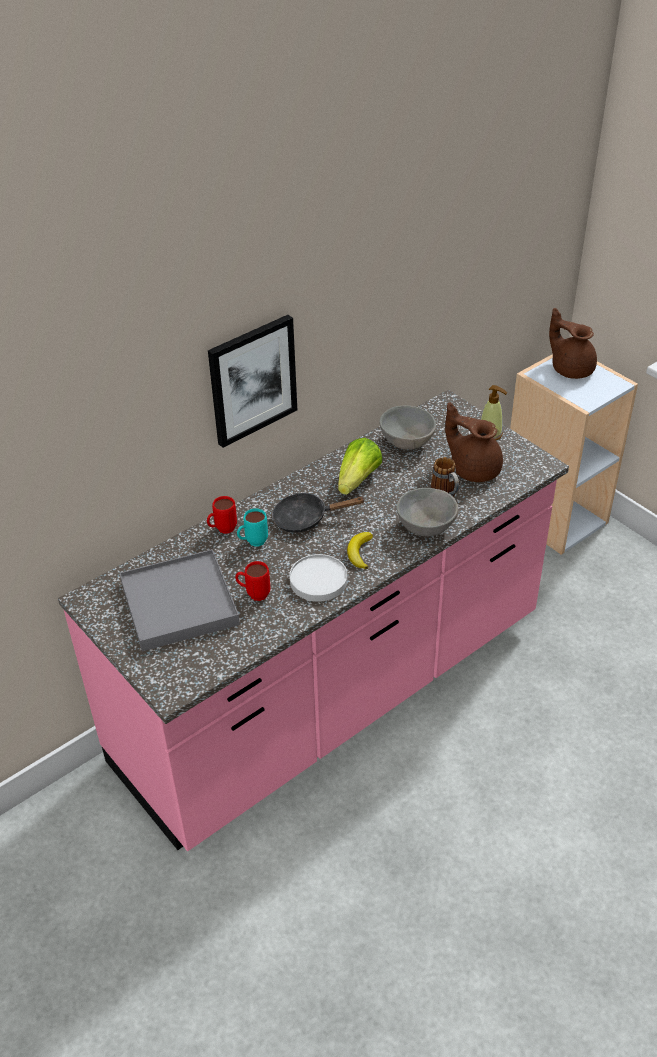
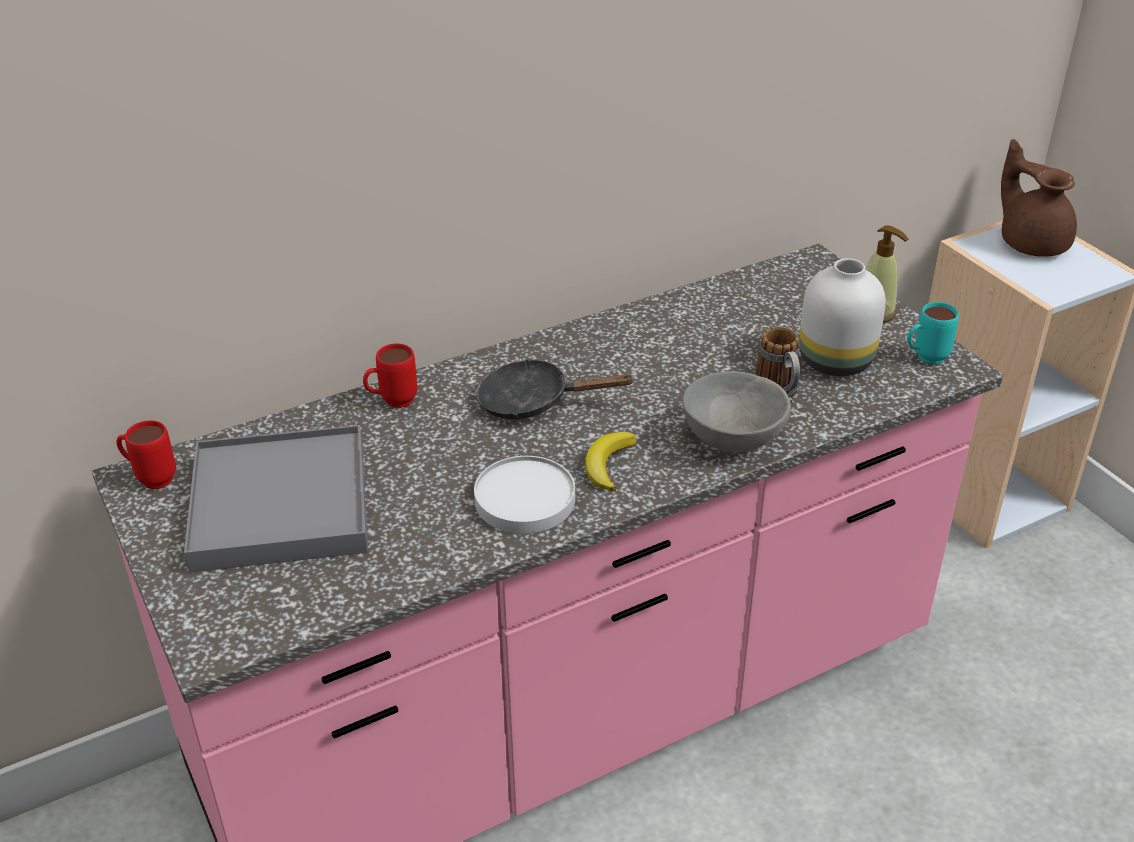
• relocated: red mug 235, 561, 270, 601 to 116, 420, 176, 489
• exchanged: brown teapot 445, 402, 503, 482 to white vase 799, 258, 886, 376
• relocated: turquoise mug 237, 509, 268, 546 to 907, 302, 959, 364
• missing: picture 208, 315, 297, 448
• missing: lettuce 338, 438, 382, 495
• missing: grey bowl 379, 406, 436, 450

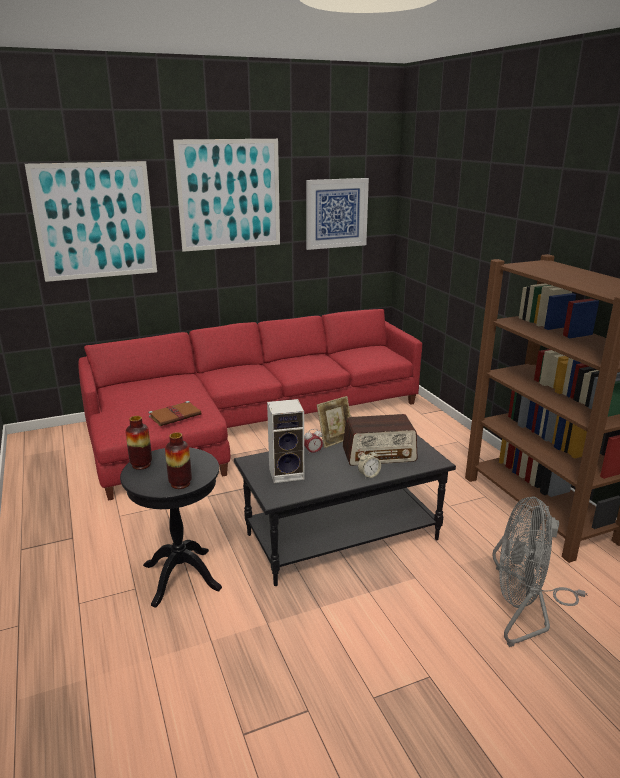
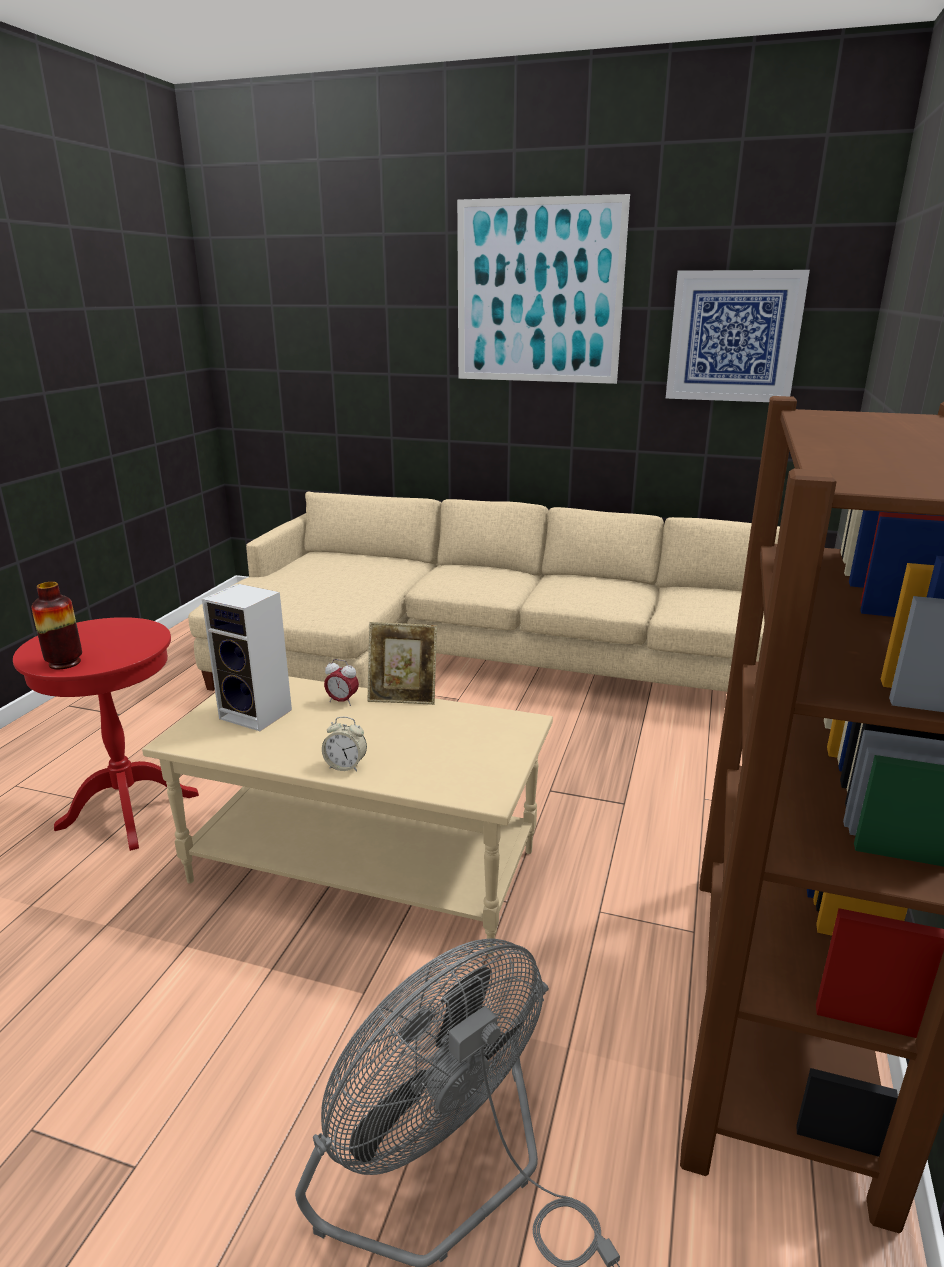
• colour: black side table 120, 447, 222, 608 to red side table 13, 617, 199, 851
• colour: black coffee table 234, 435, 456, 586 to beige coffee table 142, 676, 553, 956
• colour: red sofa 78, 309, 422, 501 to beige sofa 188, 492, 780, 692
• missing: picture 25, 161, 157, 282
• missing: vase 125, 416, 152, 470
• missing: brown book 148, 401, 201, 426
• missing: radio 343, 414, 418, 466

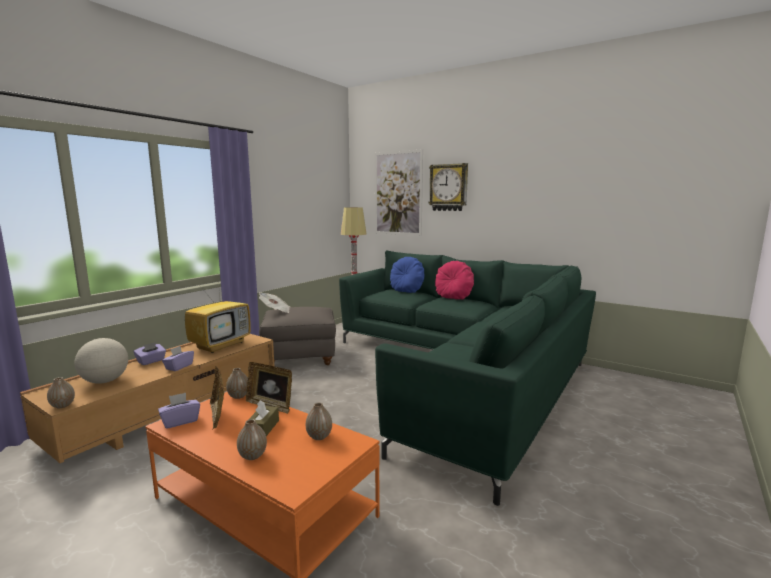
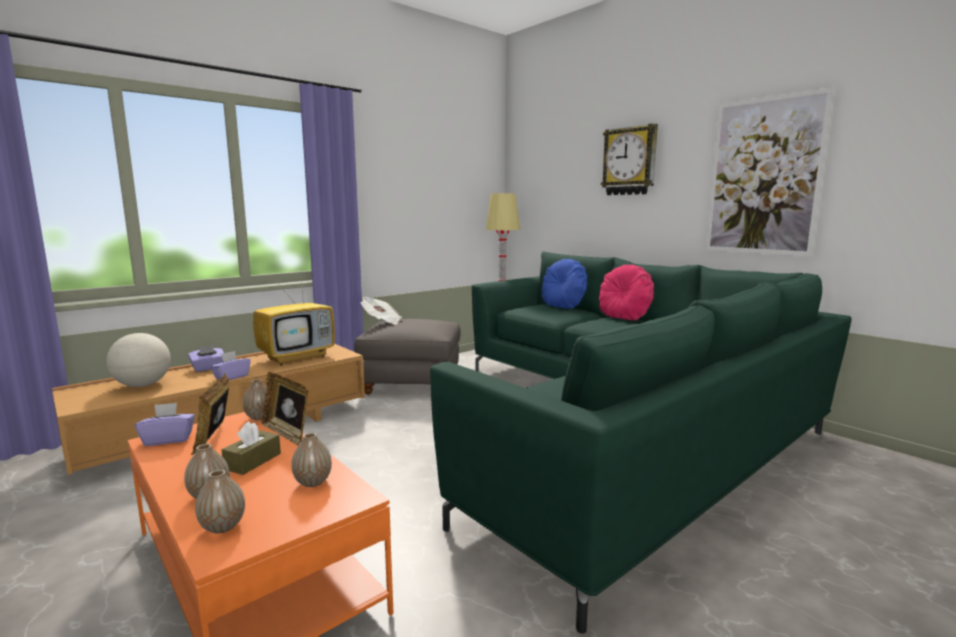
• relocated: vase 47, 377, 75, 408 to 195, 470, 245, 534
• relocated: picture 375, 149, 423, 236 to 705, 87, 835, 257

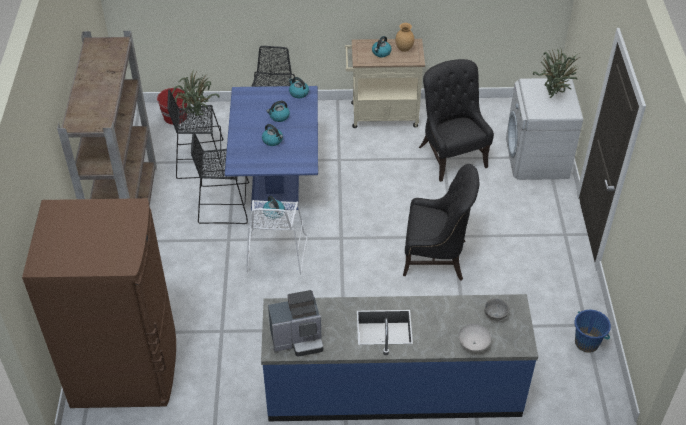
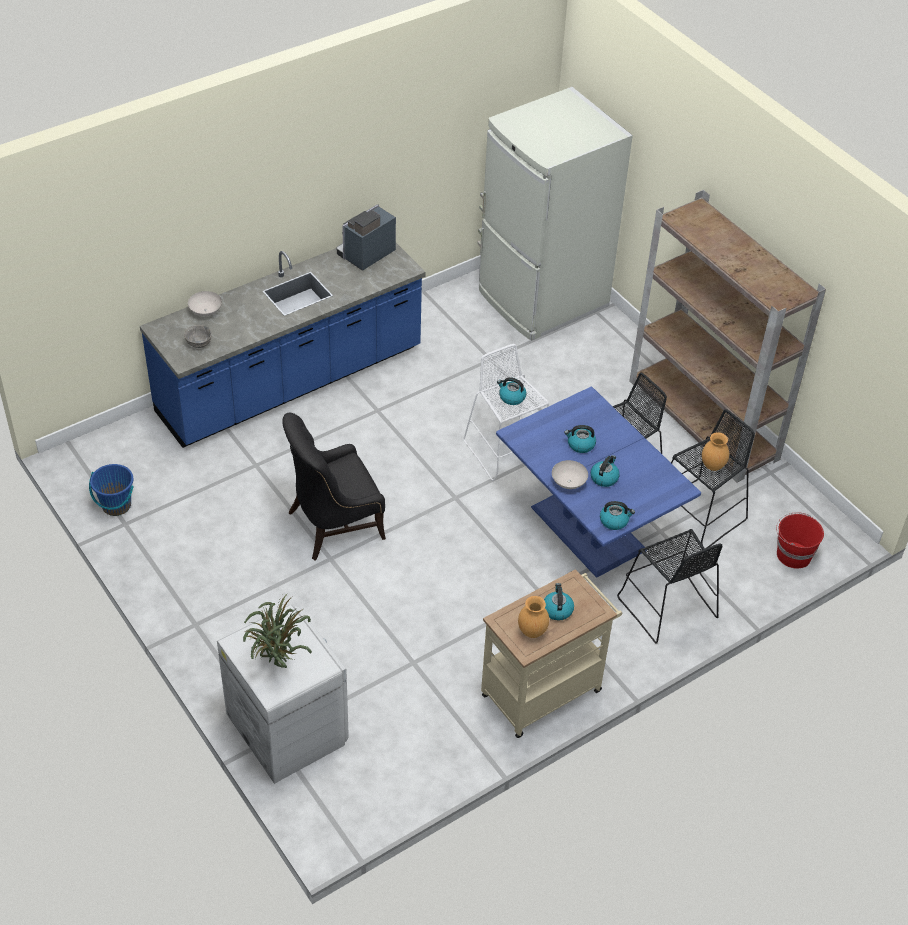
• colour: brown fridge 22, 198, 176, 408 to white fridge 477, 87, 633, 340
• appeared: white bowl 552, 460, 588, 489
• exchanged: potted plant 172, 70, 220, 116 to brown vase 702, 432, 729, 471
• missing: black chair 419, 59, 494, 182

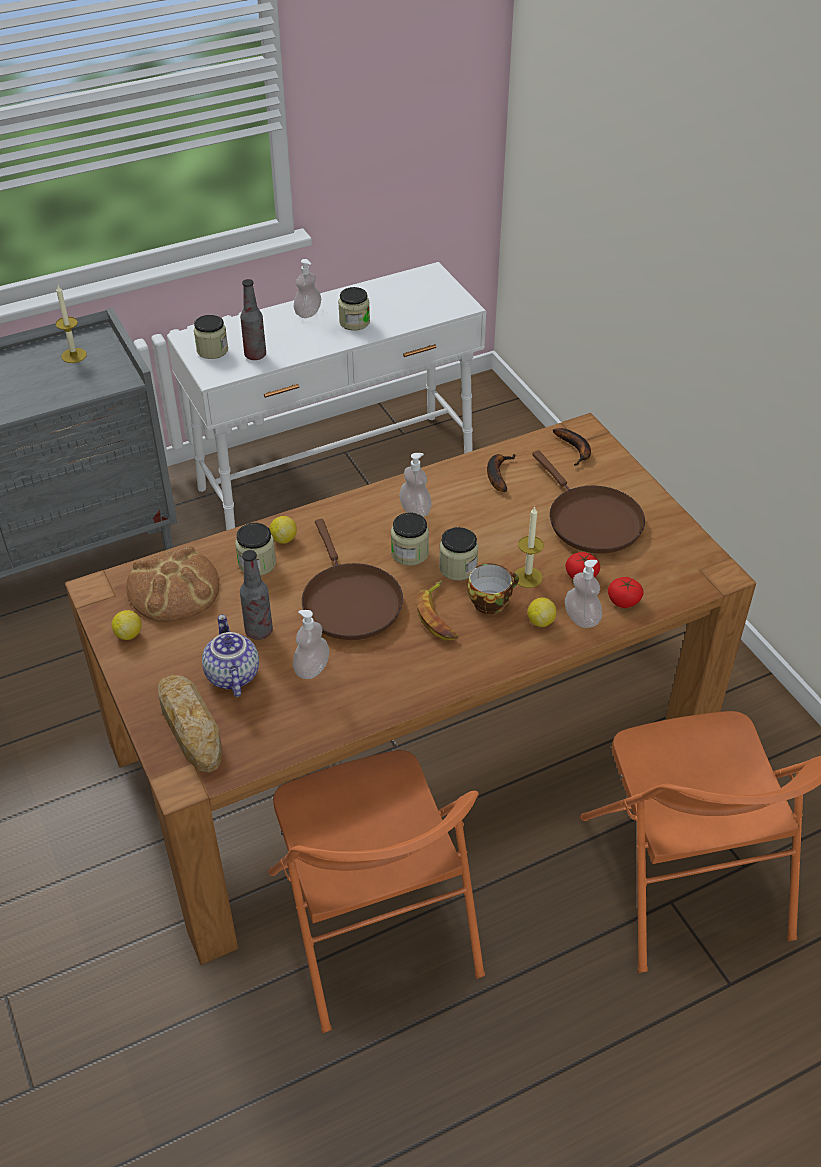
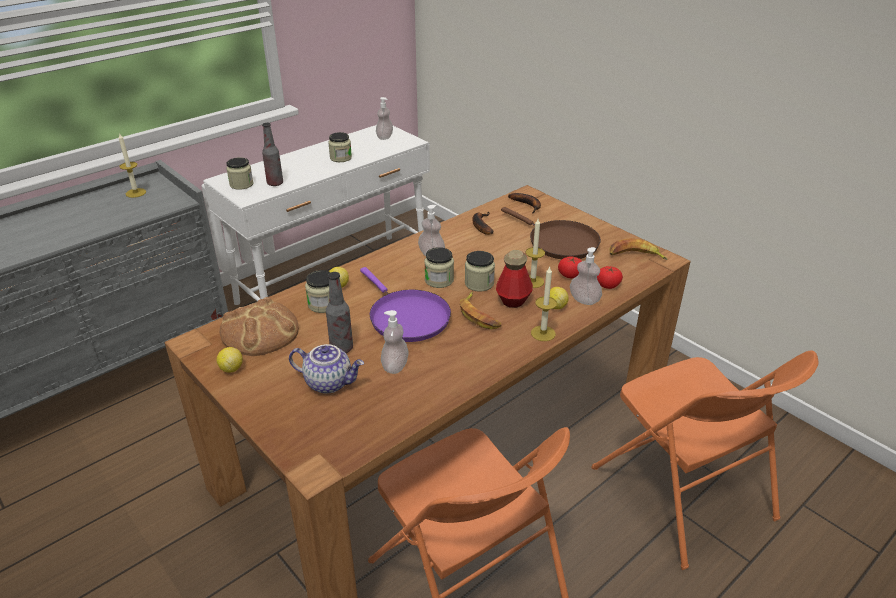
• spun: teapot 202, 615, 259, 697 = 289, 344, 364, 394 135 degrees clockwise
• colour: brown frying pan 302, 519, 403, 640 to purple frying pan 360, 267, 451, 342
• relocated: soap dispenser 294, 259, 321, 318 to 376, 97, 393, 140
• exchanged: cup 468, 563, 519, 614 to bottle 496, 250, 533, 308
• appeared: candle 531, 267, 557, 341
• appeared: banana 609, 238, 668, 260
• missing: bread 158, 675, 221, 772

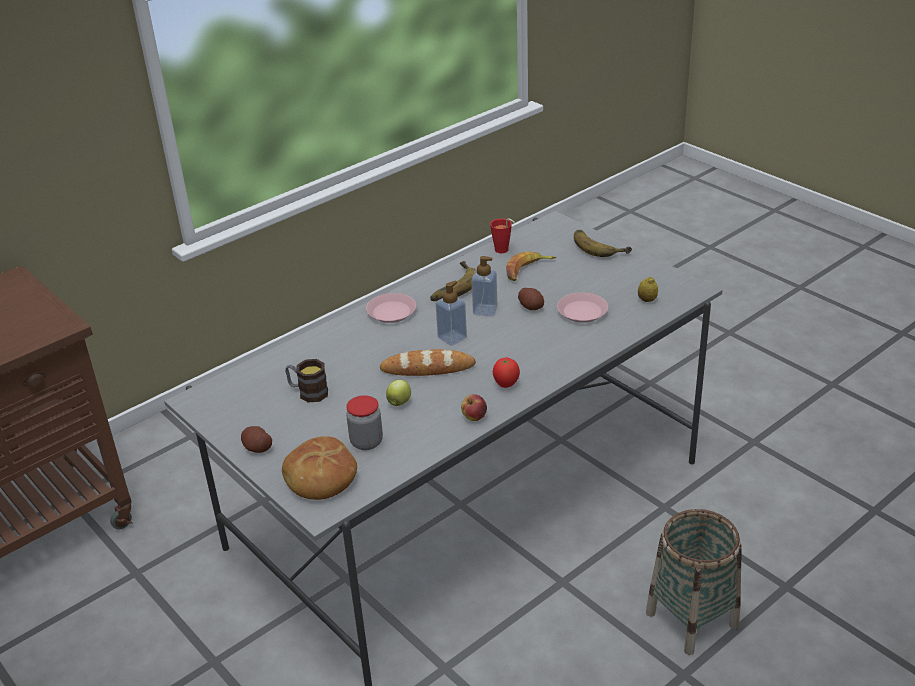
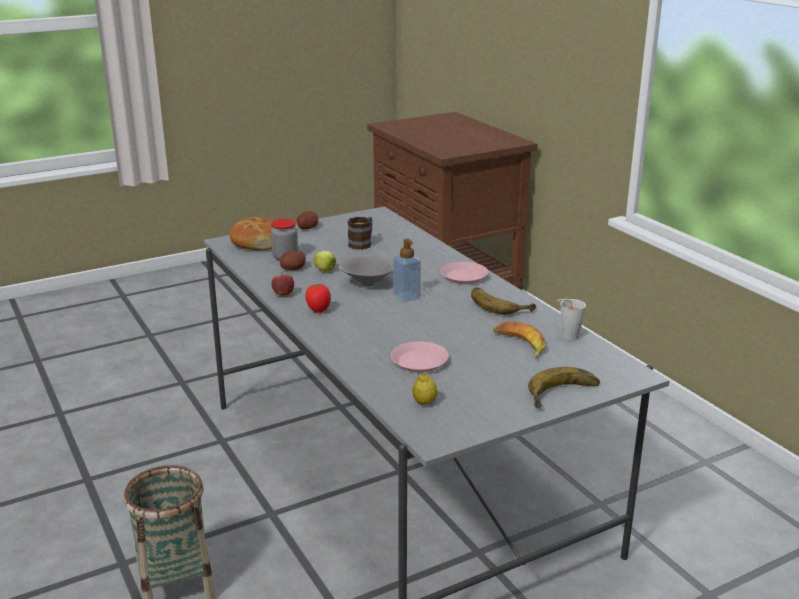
• relocated: potato 518, 288, 544, 310 to 280, 250, 306, 270
• exchanged: bread 380, 349, 476, 376 to grey bowl 338, 255, 393, 286
• colour: red cup 490, 219, 515, 253 to grey cup 558, 299, 586, 340
• missing: soap dispenser 471, 256, 498, 316

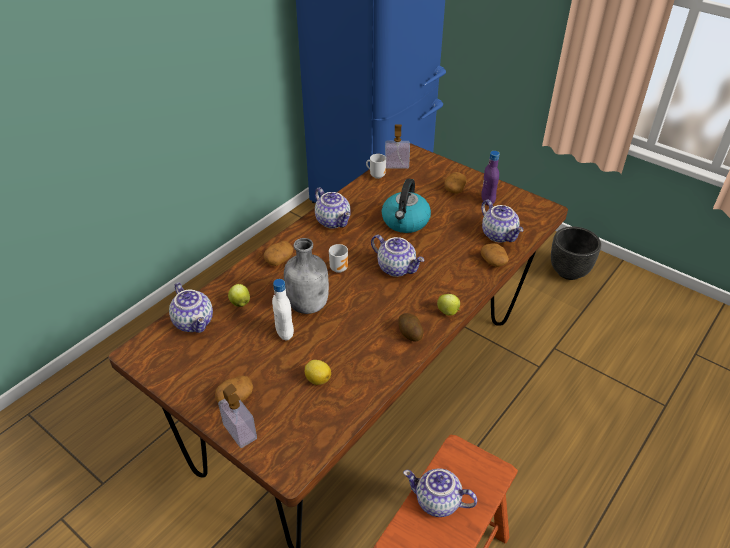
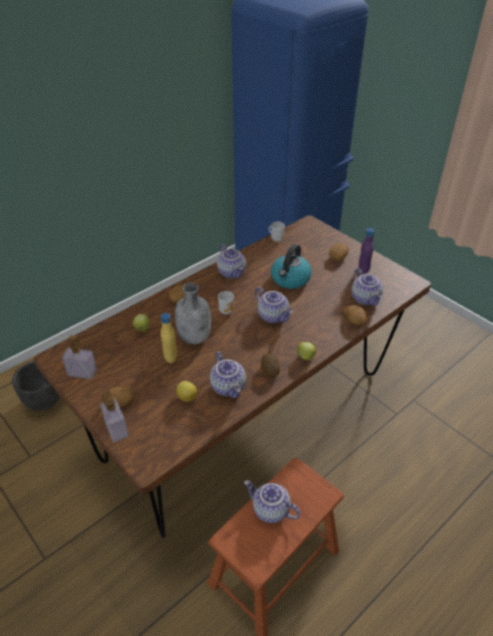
• relocated: black planter 551, 226, 601, 280 to 12, 361, 60, 411
• relocated: soap dispenser 385, 125, 410, 169 to 62, 335, 97, 379
• colour: white bottle 272, 279, 294, 340 to yellow bottle 161, 313, 177, 363
• relocated: teapot 169, 282, 213, 333 to 210, 352, 246, 398

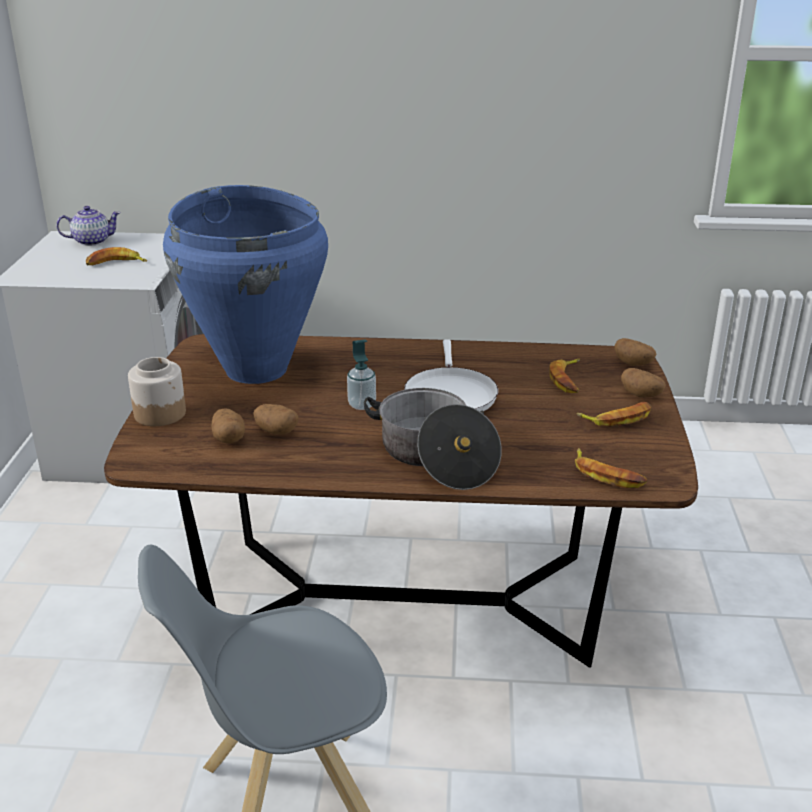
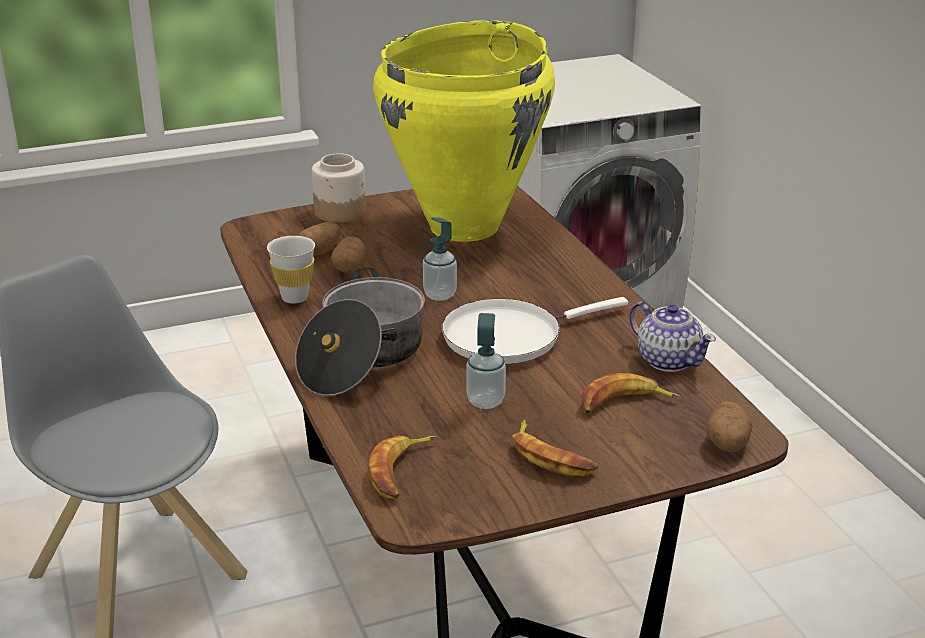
• appeared: white cup 267, 236, 315, 304
• colour: blue vase 163, 185, 328, 384 to yellow vase 373, 20, 555, 242
• appeared: soap dispenser 466, 313, 506, 409
• relocated: teapot 56, 206, 121, 246 to 629, 302, 716, 372
• missing: banana 86, 247, 147, 265
• missing: potato 621, 368, 666, 398

